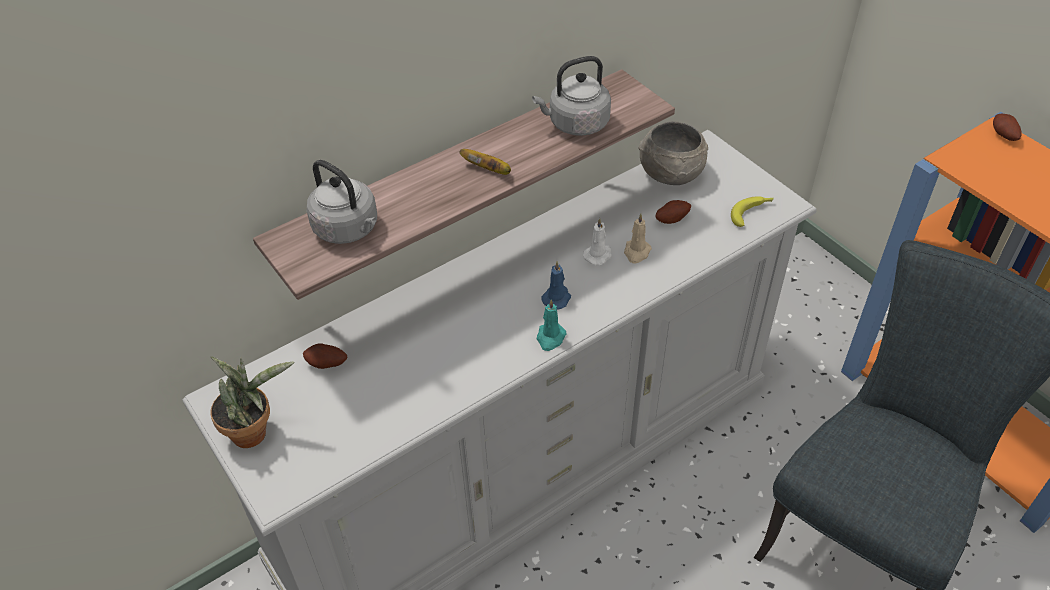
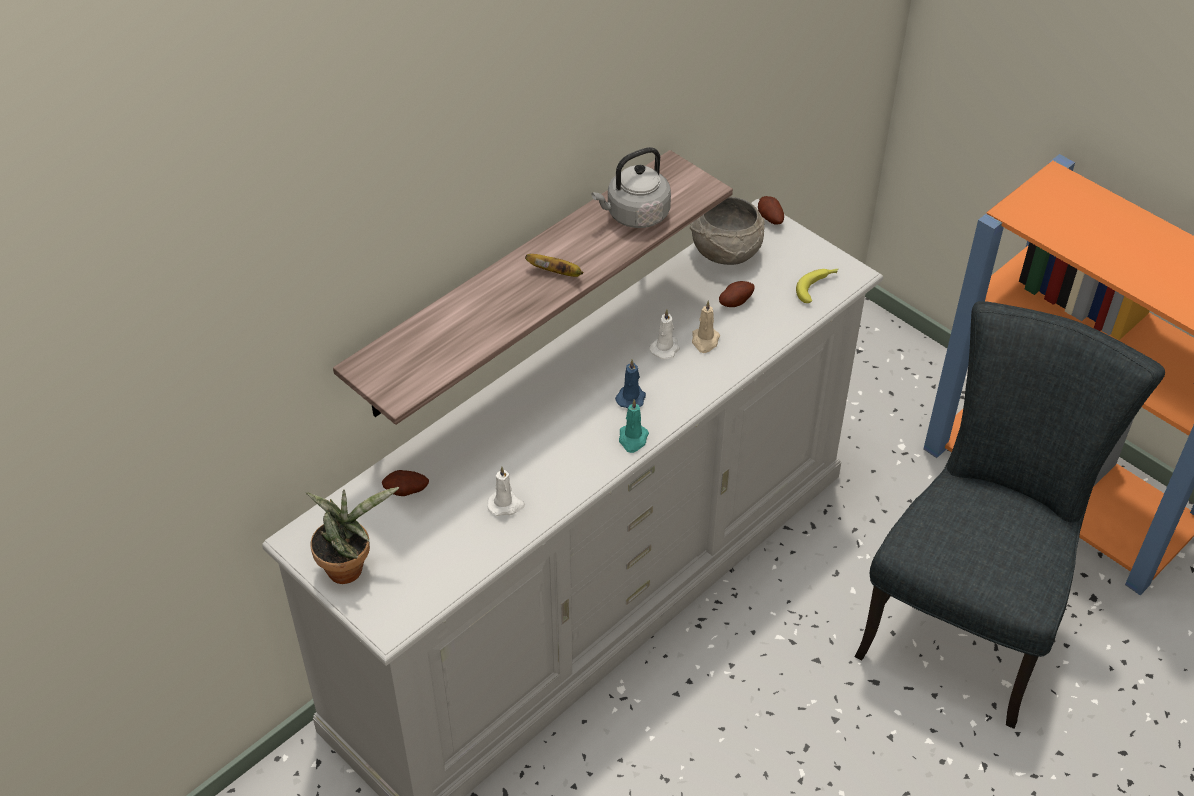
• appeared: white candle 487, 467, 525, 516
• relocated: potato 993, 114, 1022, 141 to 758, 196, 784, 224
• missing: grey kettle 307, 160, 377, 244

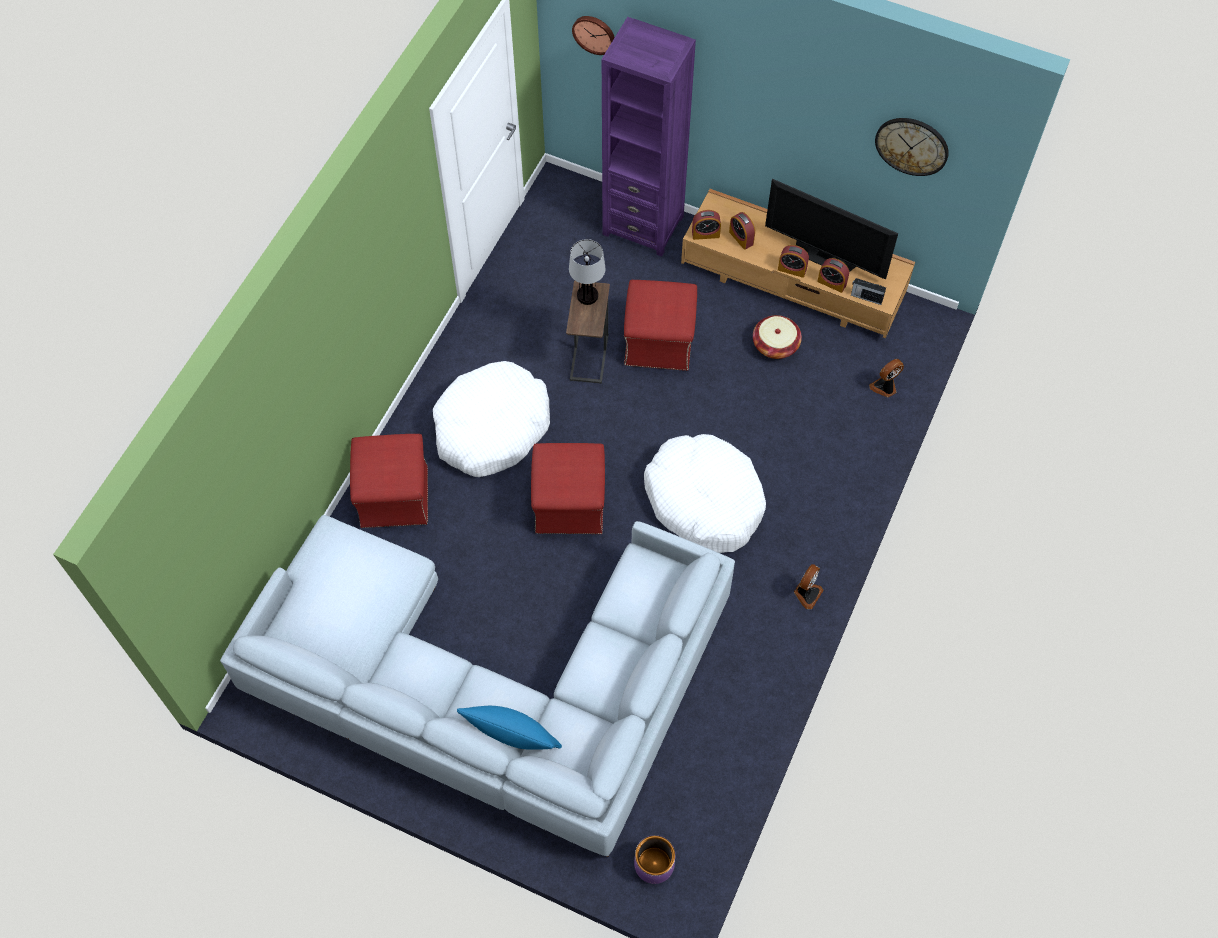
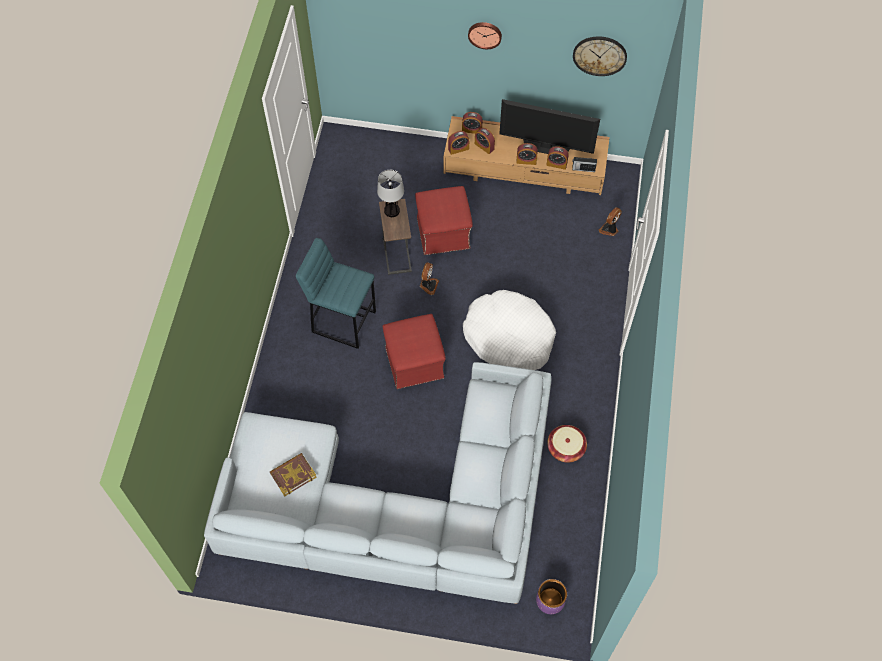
• appeared: book 270, 453, 317, 496
• exchanged: white dog bed 433, 361, 550, 477 to turquoise stool 296, 238, 376, 349
• relocated: fan 794, 564, 824, 609 to 420, 262, 439, 295
• appeared: alarm clock 462, 112, 483, 134
• relocated: wall clock 572, 16, 615, 55 to 468, 22, 502, 49
• relocated: basket 753, 315, 802, 359 to 547, 425, 587, 462
• missing: red ottoman 350, 434, 428, 528
• missing: blue pillow 457, 706, 562, 750
• missing: purple bookcase 602, 17, 696, 257

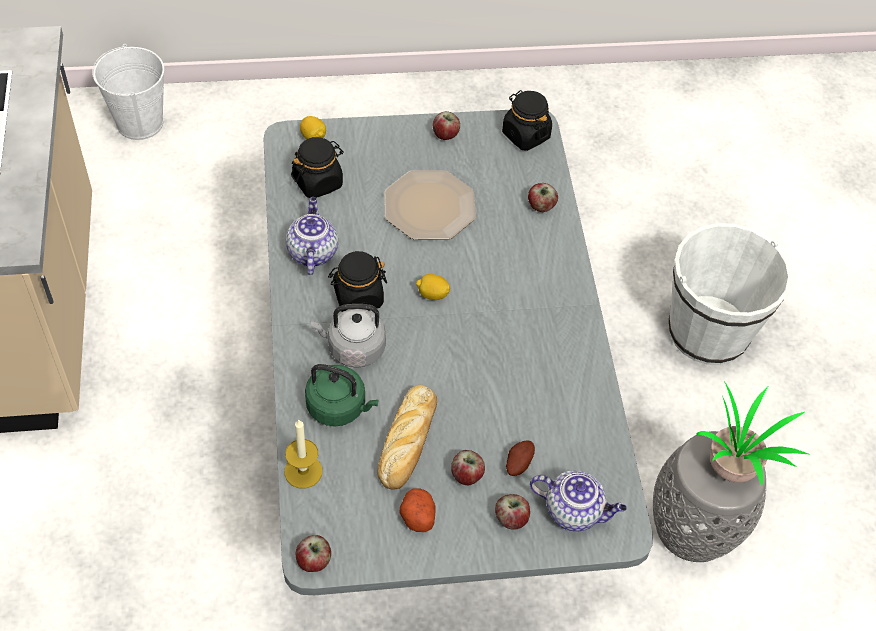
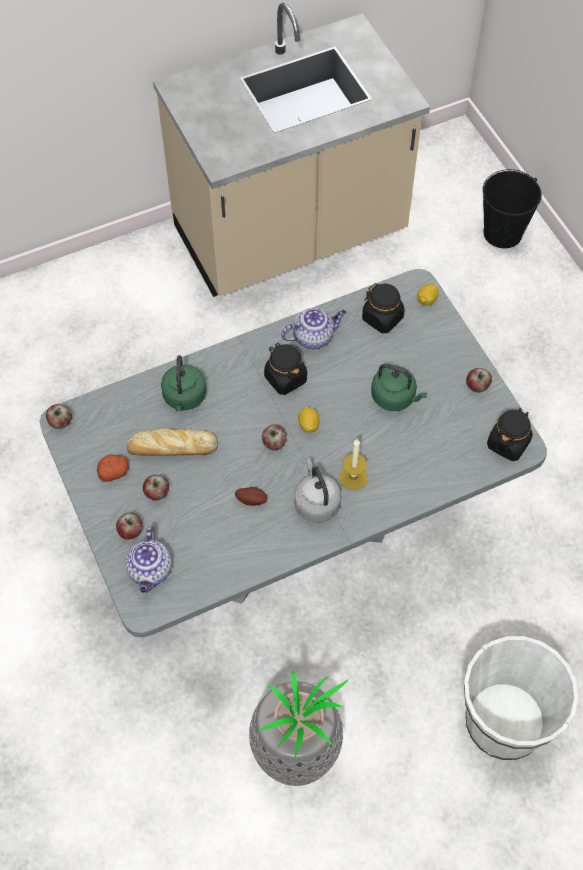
• relocated: potato 506, 440, 535, 476 to 235, 487, 268, 506
• relocated: apple 528, 183, 558, 212 to 262, 424, 287, 451
• relocated: grey kettle 311, 304, 386, 368 to 294, 459, 341, 523
• relocated: candle 284, 420, 322, 488 to 339, 439, 368, 490
• exchanged: plate 384, 170, 476, 240 to green kettle 371, 364, 427, 411
• colour: white bucket 92, 44, 164, 140 to black bucket 483, 169, 542, 248

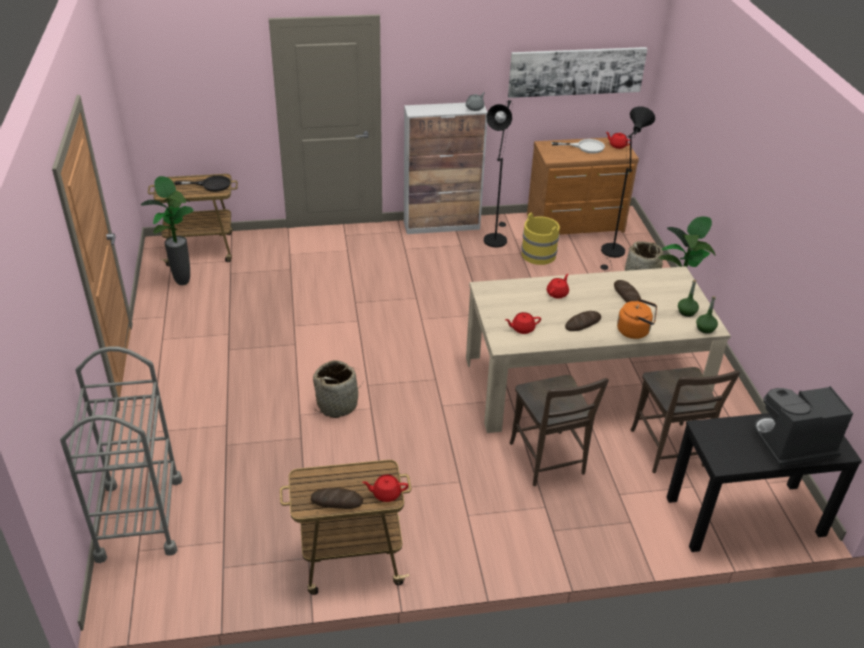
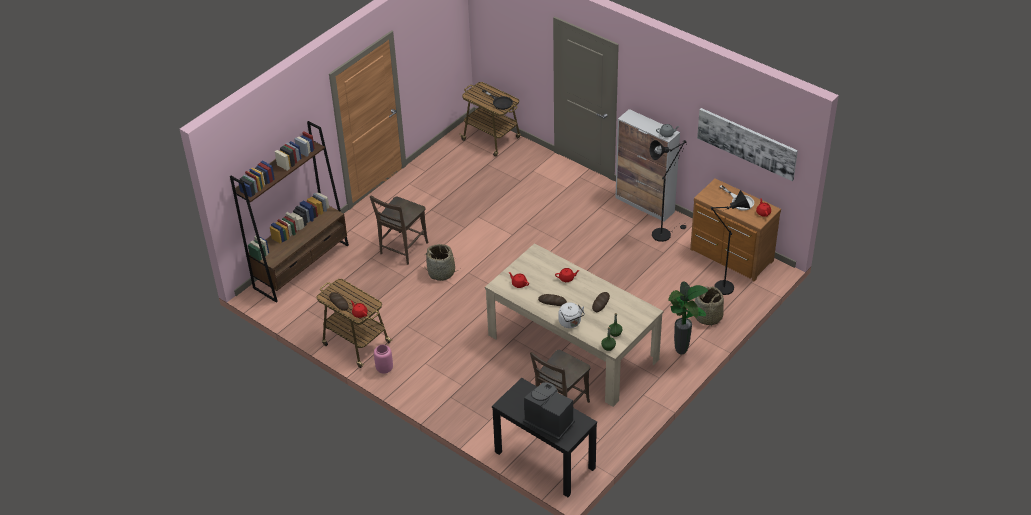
• exchanged: grey cart 60, 346, 182, 563 to brown bookcase 230, 121, 349, 303
• relocated: brown chair 510, 375, 609, 486 to 370, 196, 429, 265
• appeared: pink vase 374, 345, 393, 374
• colour: orange kettle 617, 299, 657, 339 to white kettle 558, 303, 585, 328
• missing: potted plant 141, 176, 194, 285
• missing: yellow bucket 521, 213, 560, 265

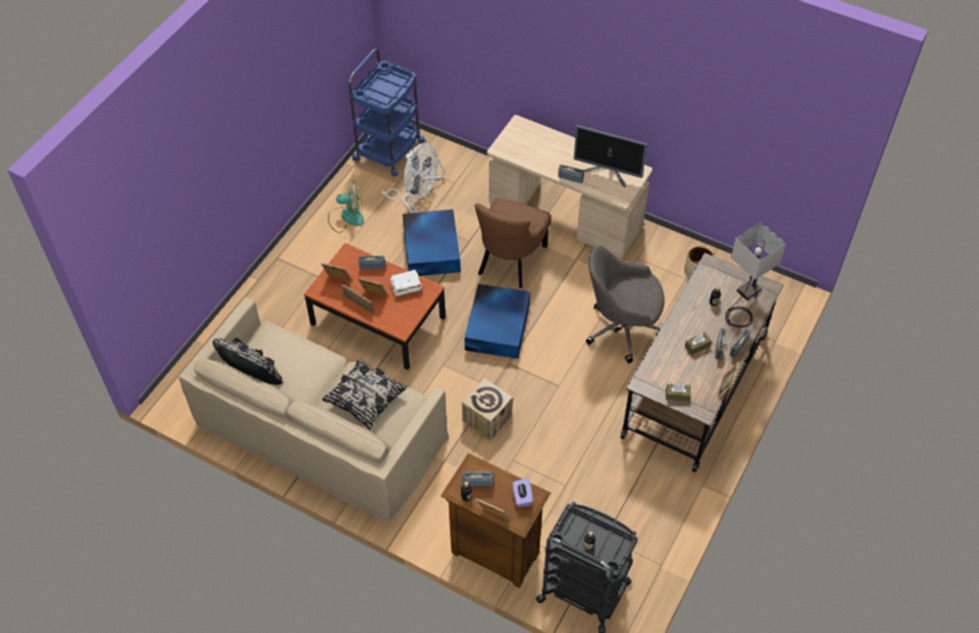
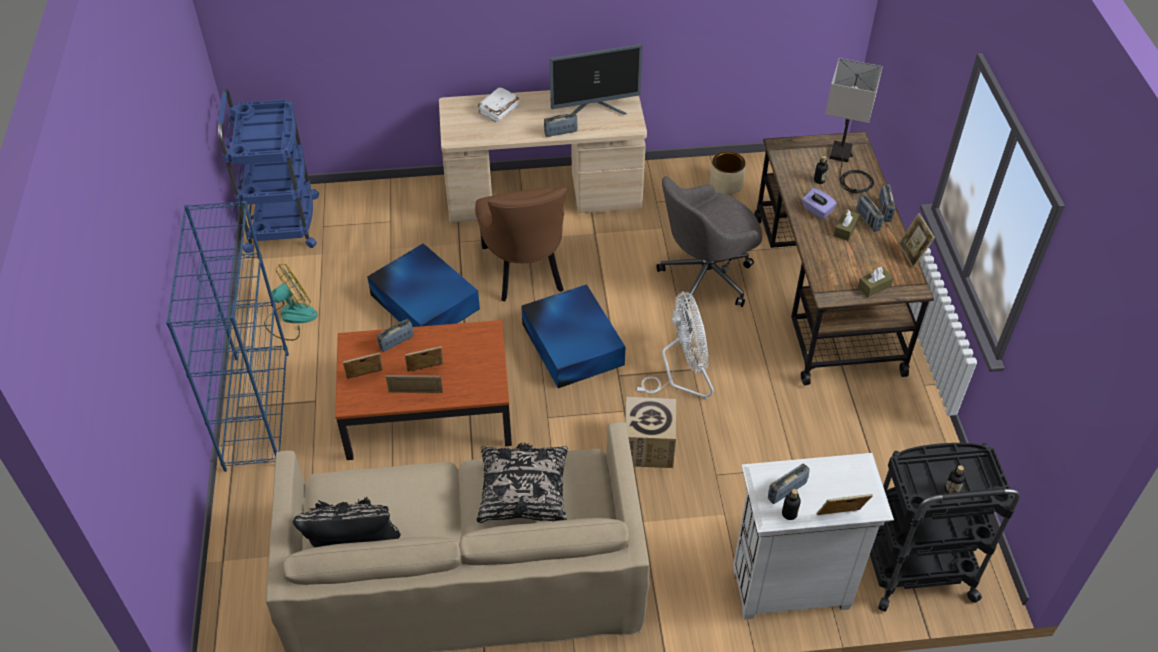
• appeared: blue bookcase 166, 201, 289, 472
• relocated: white book 390, 270, 422, 296 to 478, 87, 519, 122
• relocated: white fan 381, 143, 445, 213 to 635, 291, 713, 400
• colour: brown cabinet 441, 453, 551, 588 to white cabinet 733, 453, 894, 620
• relocated: purple tissue box 513, 478, 533, 507 to 802, 188, 837, 219

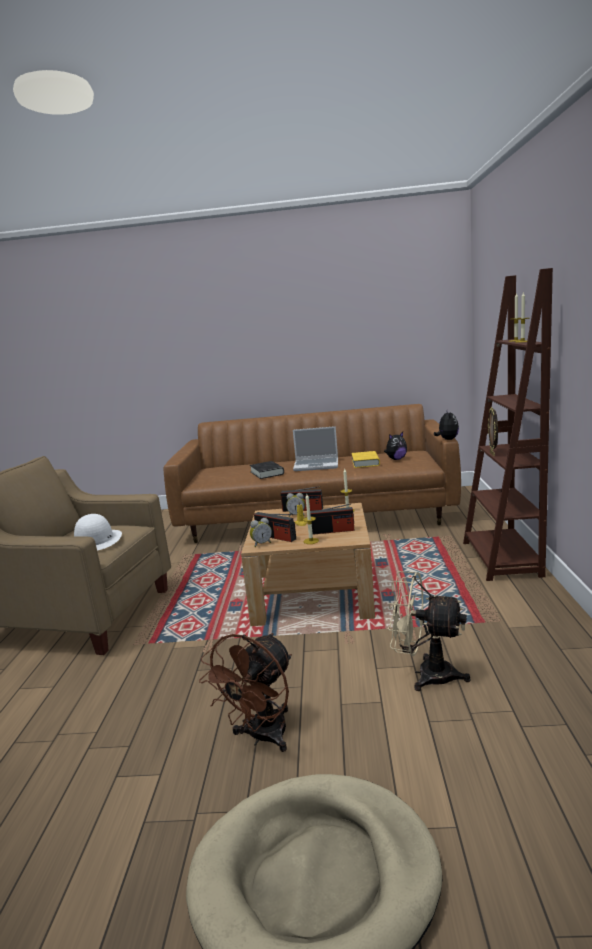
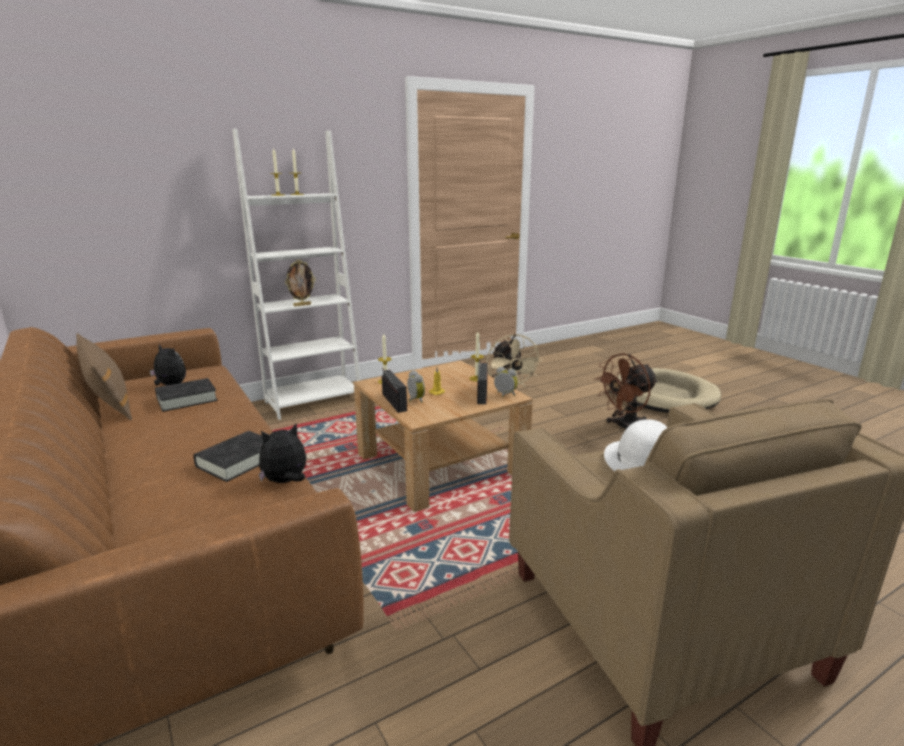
• appeared: brown pillow 76, 333, 132, 420
• colour: yellow book 351, 451, 380, 468 to black book 155, 378, 218, 412
• colour: brown bookcase 463, 268, 553, 581 to white bookcase 232, 129, 361, 420
• relocated: plush toy 434, 411, 459, 440 to 259, 424, 306, 483
• spun: brown fan 199, 633, 292, 752 = 594, 353, 658, 430 150 degrees clockwise
• missing: laptop 293, 426, 338, 471
• missing: radio 310, 504, 355, 535

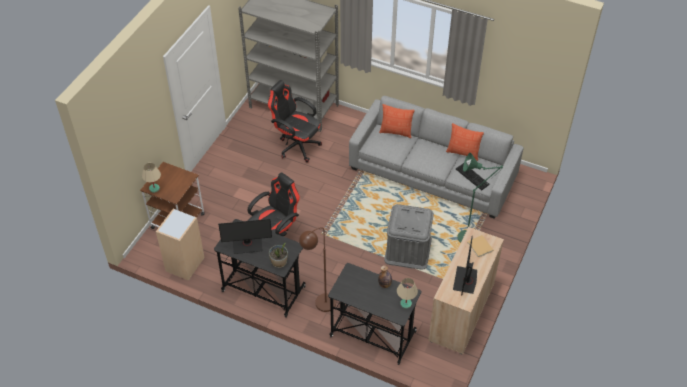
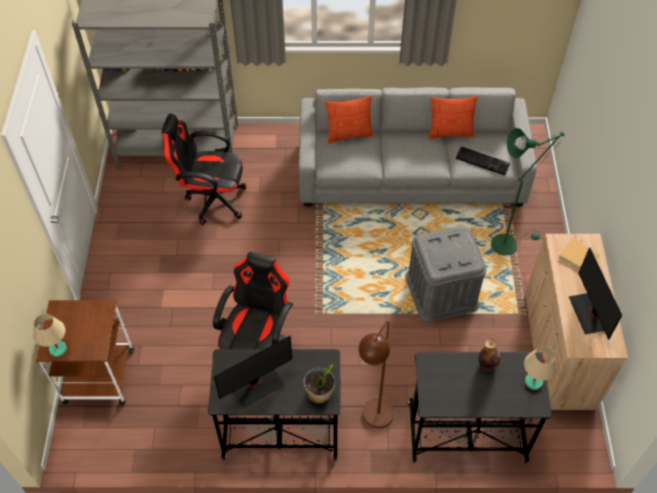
• missing: bookcase 156, 209, 205, 281

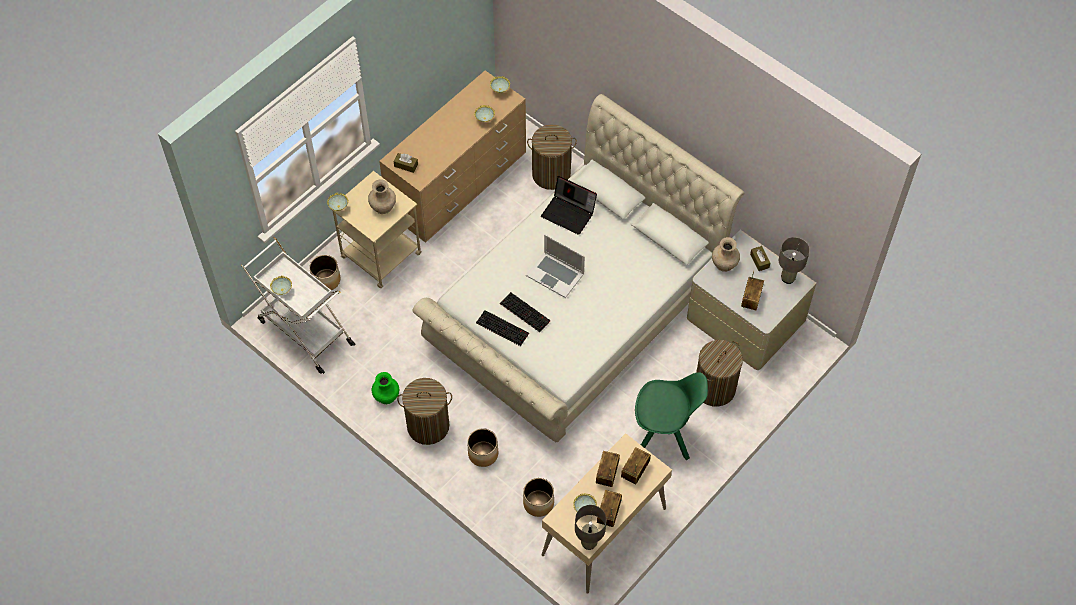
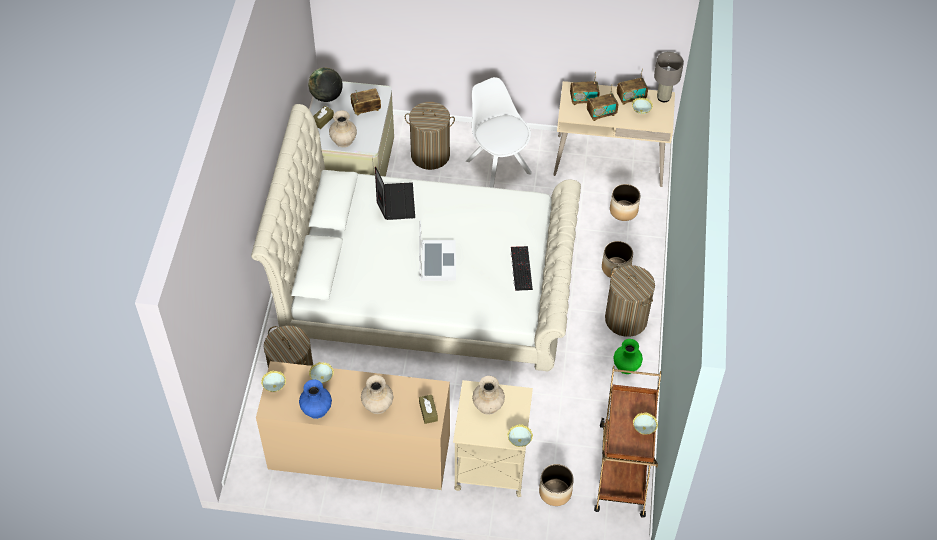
• appeared: blue vase 299, 379, 332, 419
• exchanged: grey table lamp 779, 237, 810, 284 to globe 308, 67, 343, 102
• appeared: beige vase 361, 375, 394, 414
• relocated: laptop 541, 176, 597, 235 to 375, 167, 415, 220
• colour: green chair 635, 372, 708, 460 to white chair 465, 77, 532, 188
• colour: white cart 241, 237, 356, 374 to brown cart 594, 366, 661, 518
• missing: keyboard 500, 292, 550, 332

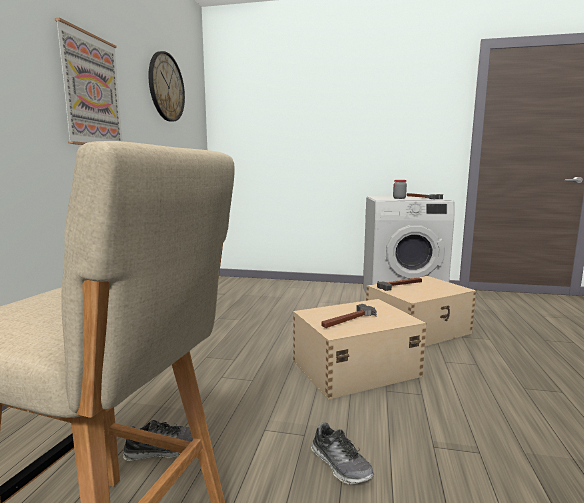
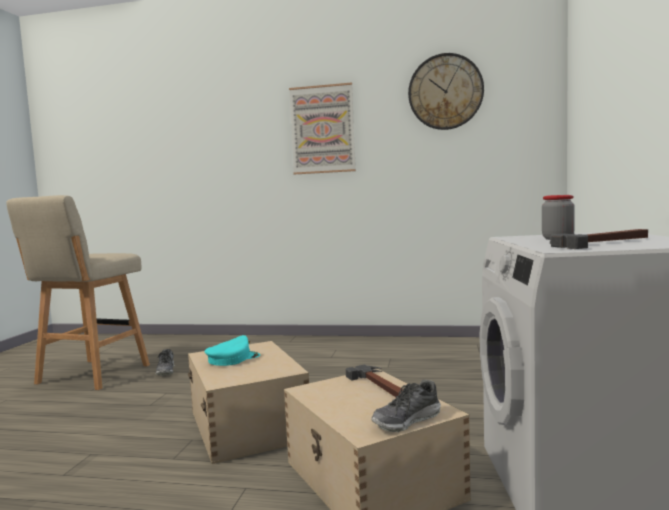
• exchanged: hammer 322, 304, 377, 328 to turquoise cap 204, 335, 260, 366
• relocated: shoe 311, 423, 374, 485 to 371, 380, 441, 432

